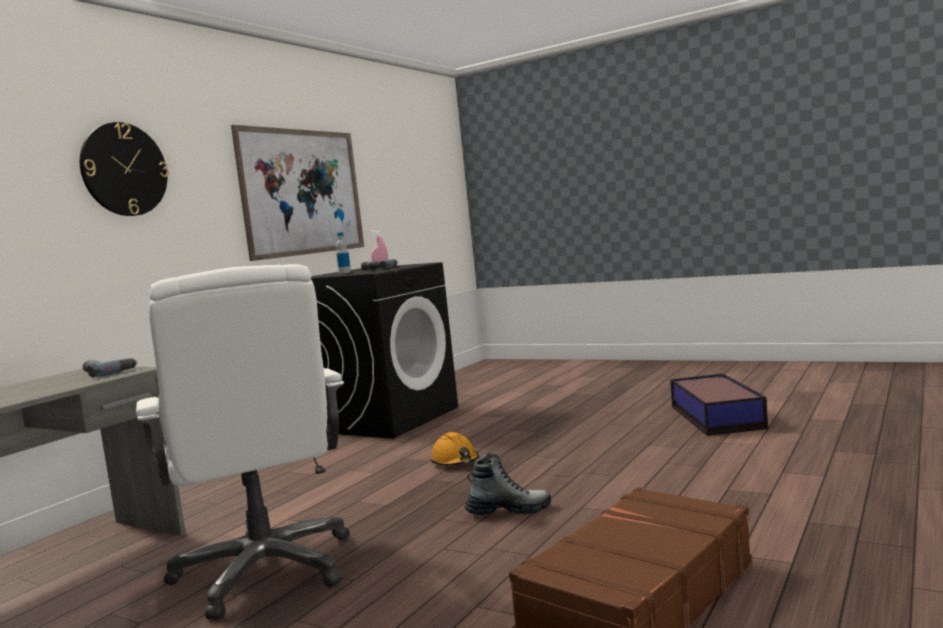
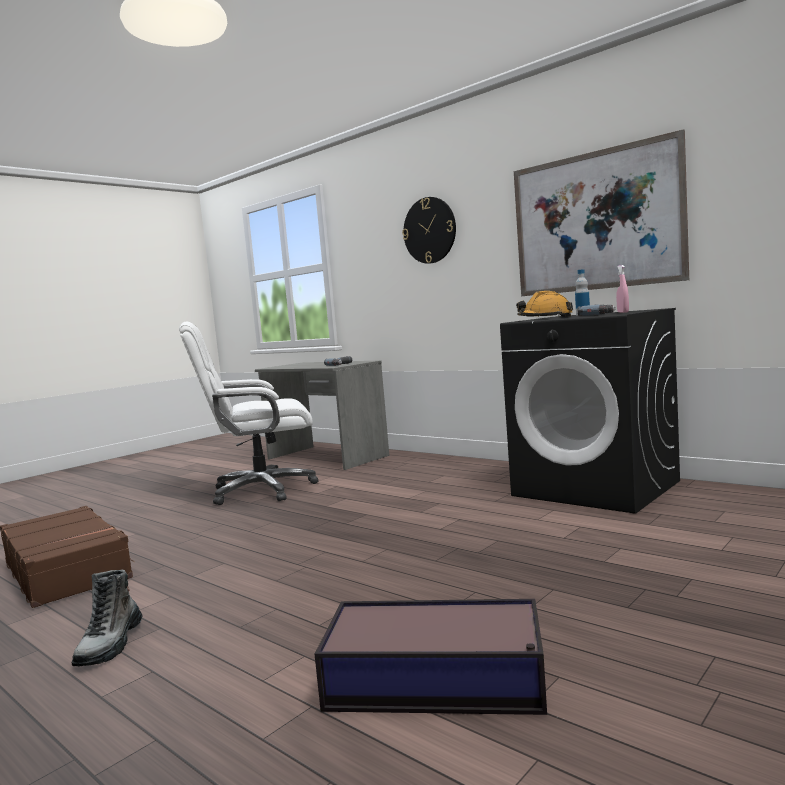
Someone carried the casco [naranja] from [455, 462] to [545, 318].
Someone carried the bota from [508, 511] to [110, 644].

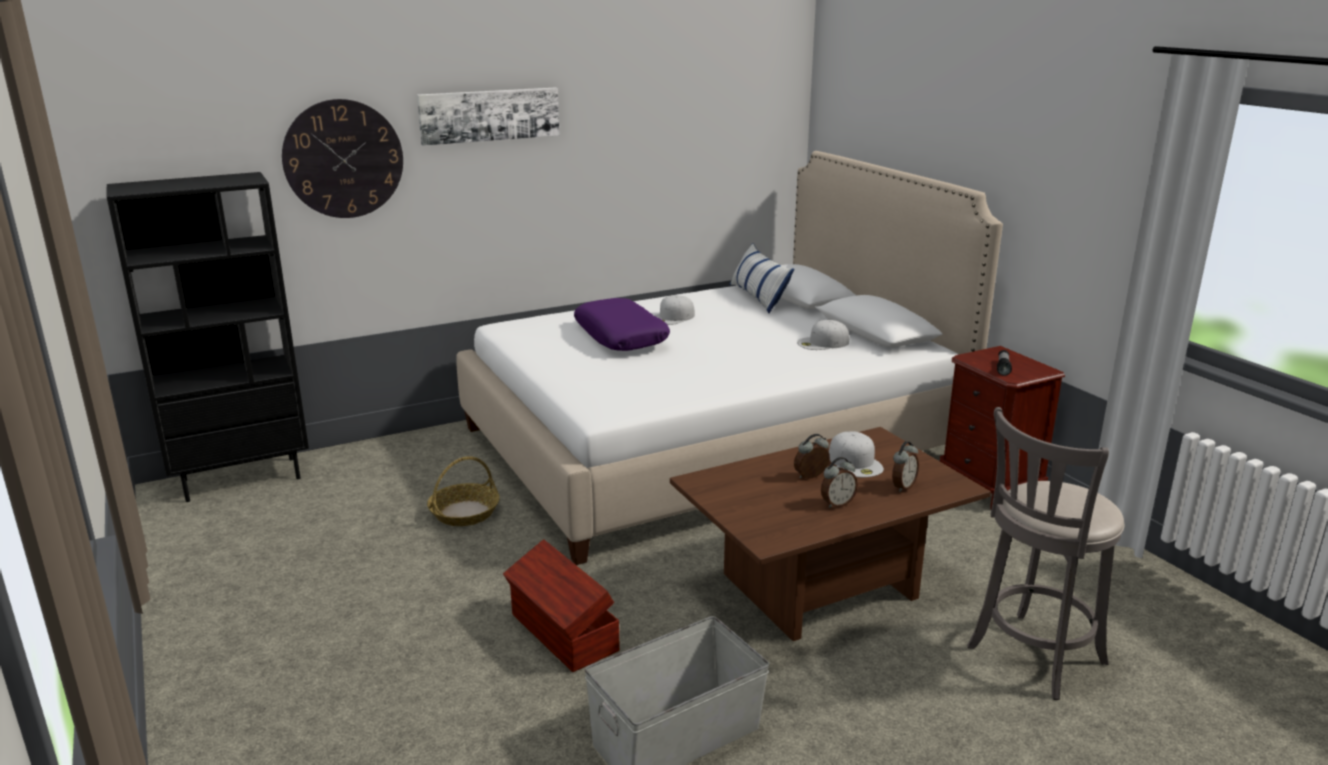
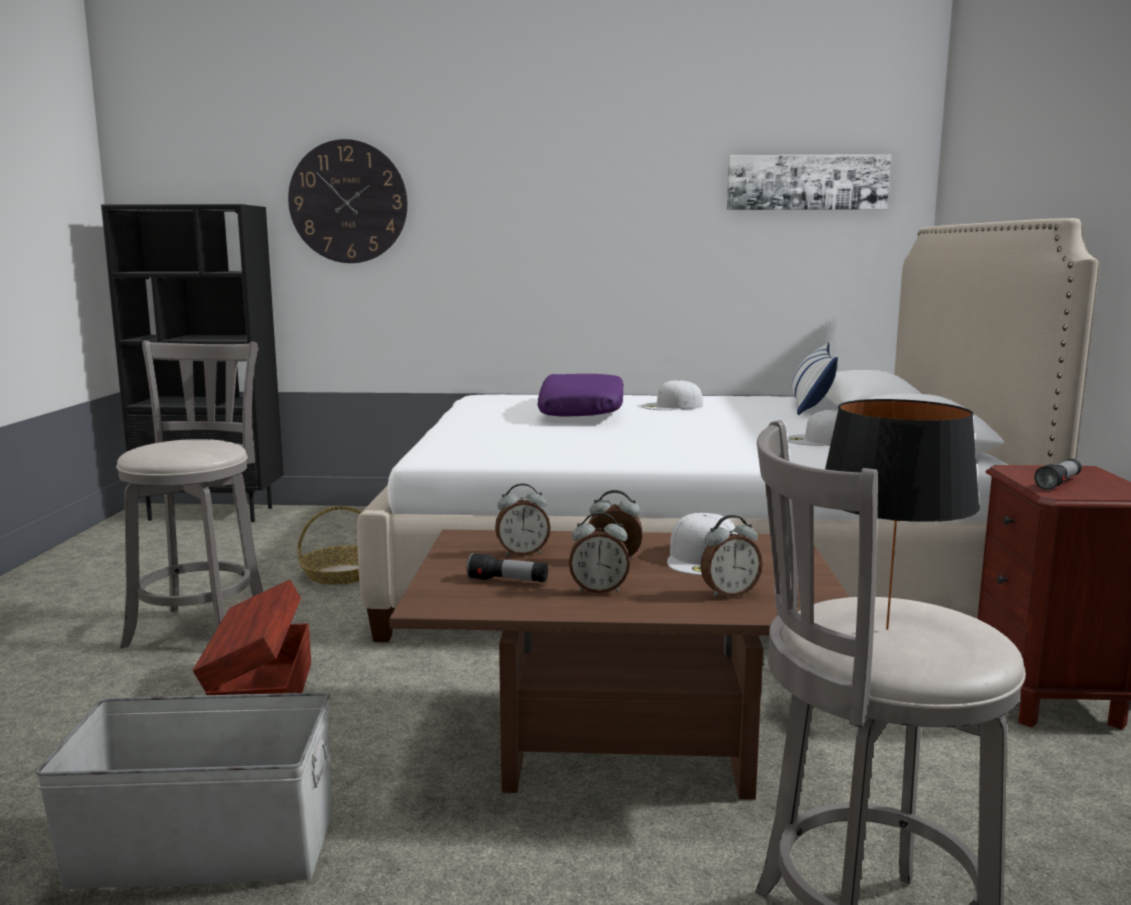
Someone put down the taburete [gris] at [202, 627].
Someone put down the linterna at [508, 581].
Someone put down the despertador at [522, 553].
Someone put down the lámpara de mesa [negro] at [888, 629].
Someone carried the cuadro from [489, 115] to [806, 182].

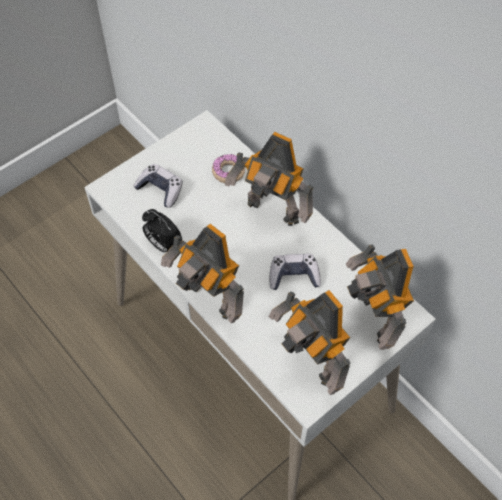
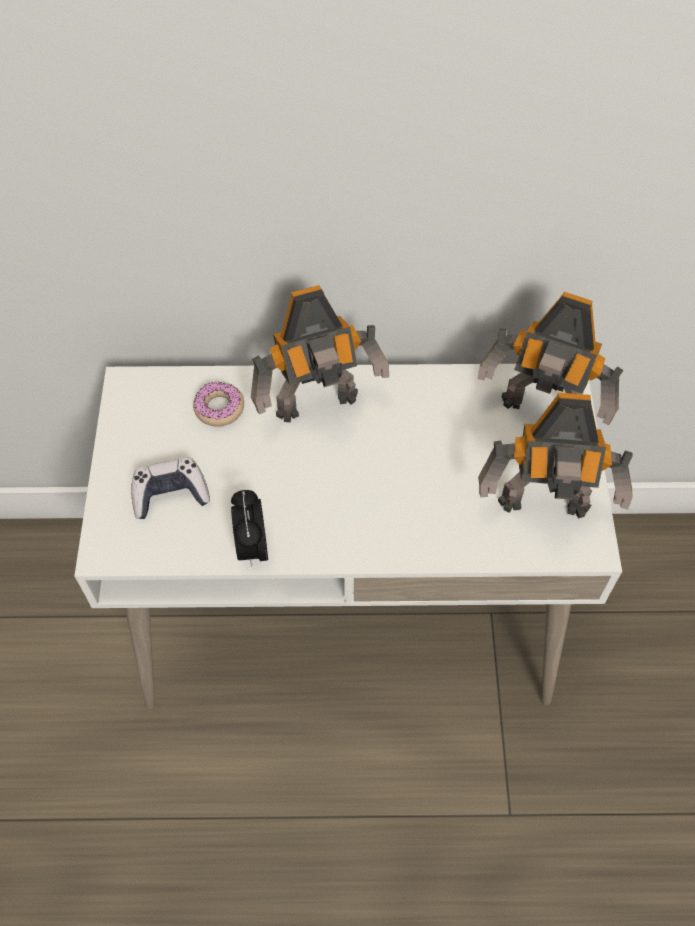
Someone took away the robot de juguete at [209, 301].
Someone took away the mando de consola at [294, 276].
Someone rotated the despertador at [163, 244] by 90 degrees clockwise.

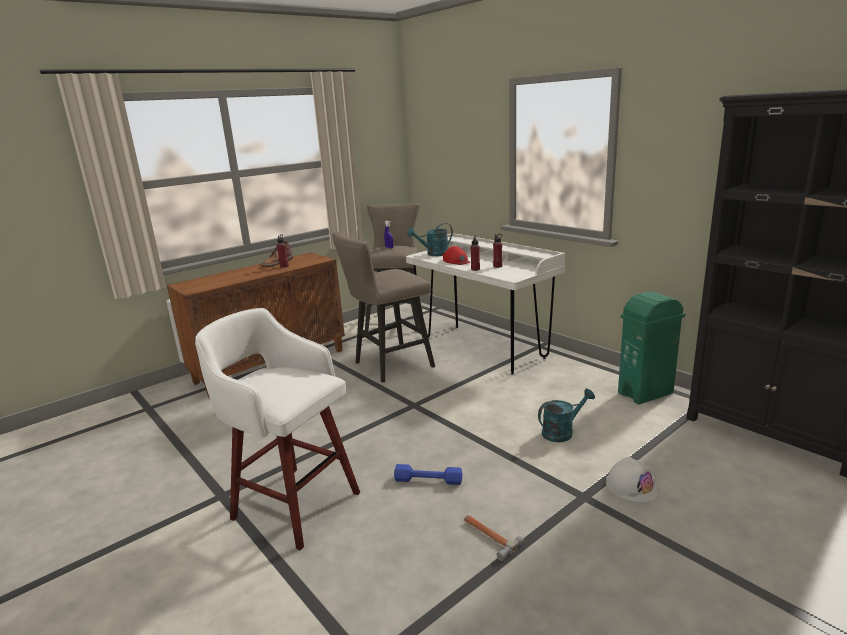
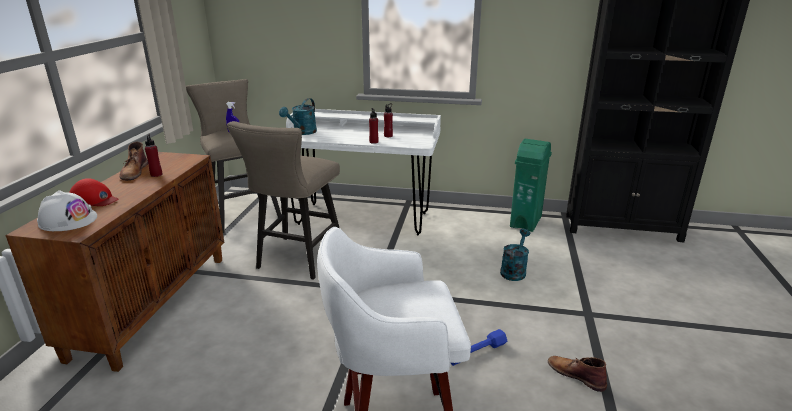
Someone carried the gorra [rojo] from [457, 261] to [94, 199].
Someone carried the casco [blanco] from [631, 486] to [68, 220].
Someone swapped the martillo at [489, 536] for the bota [marrón] at [575, 374].

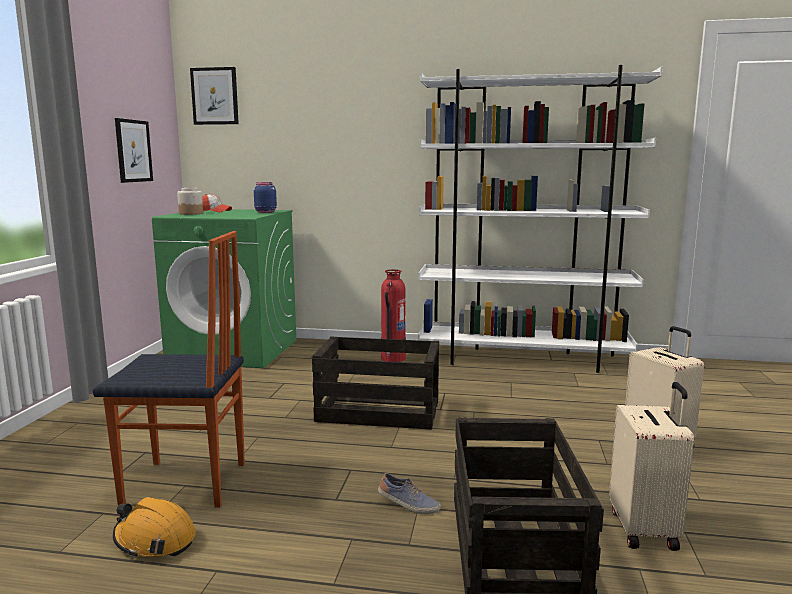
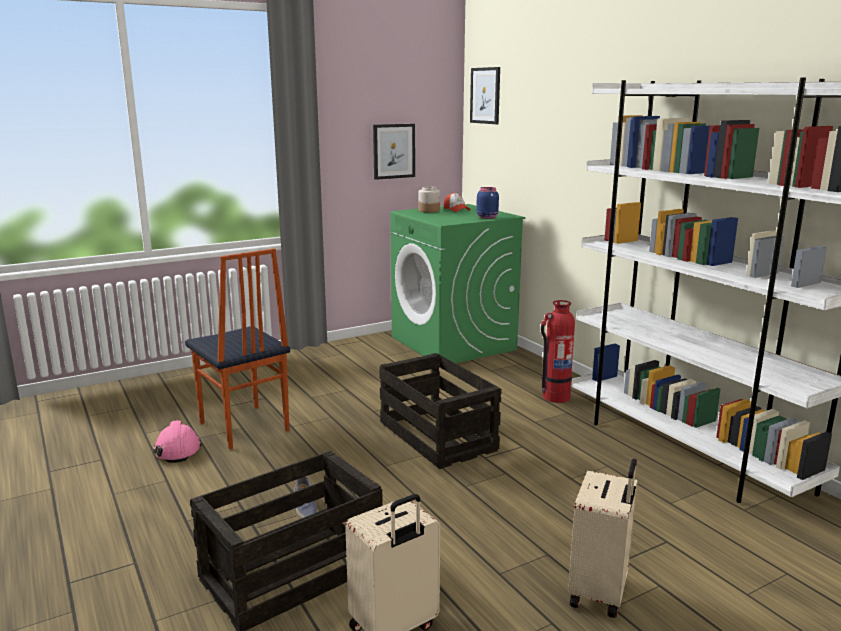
Someone repainted the casco [naranja] at [154, 540], which became the casco [rosa] at [178, 449].

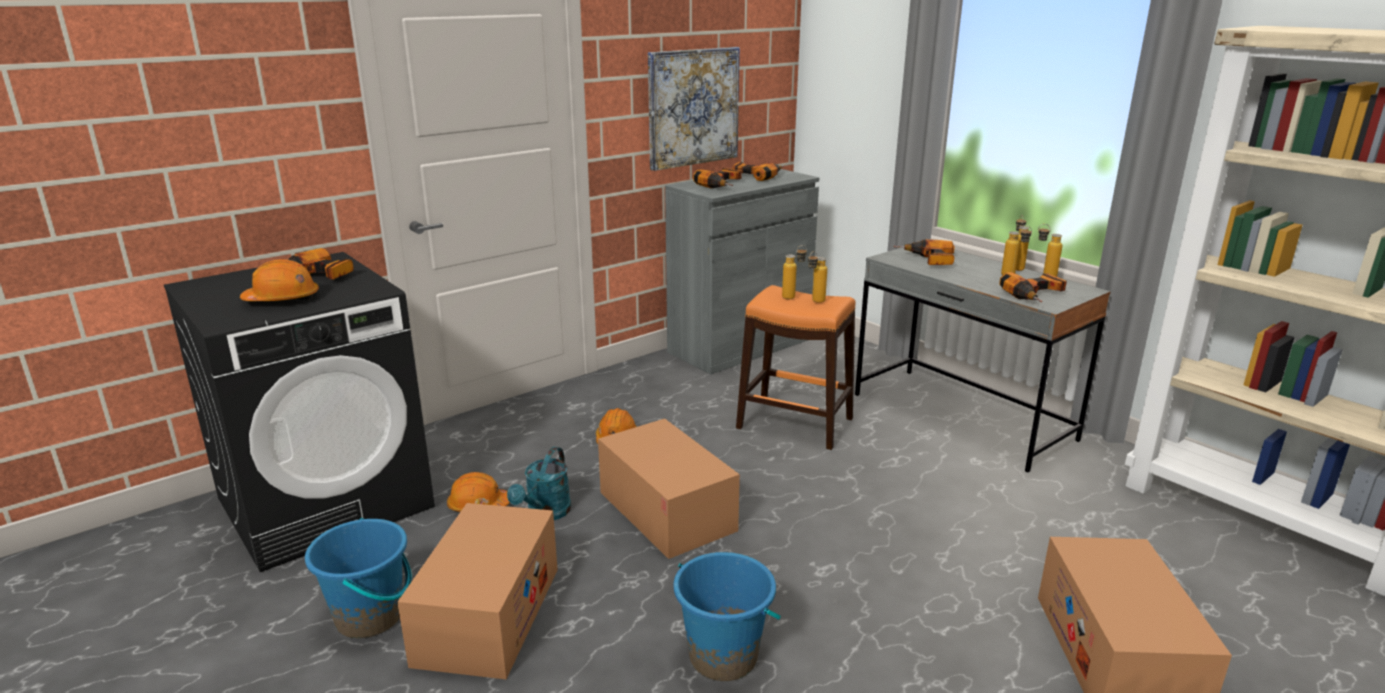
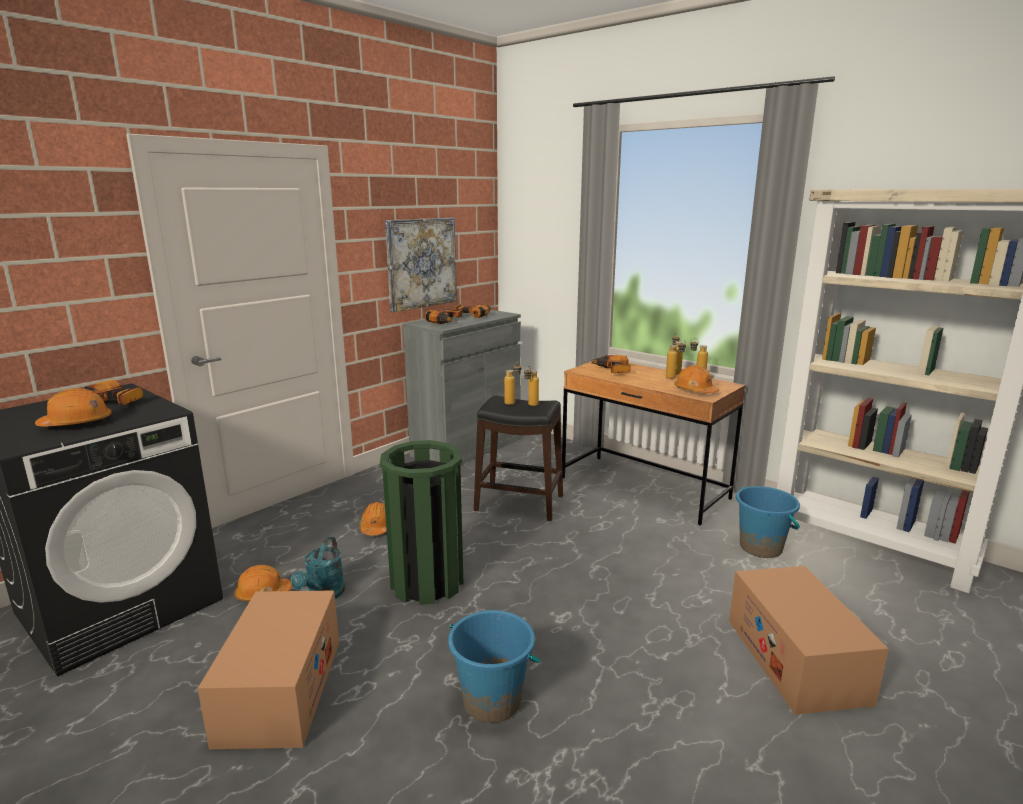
Someone carried the cubo [azul] from [370, 617] to [761, 547].
Someone swapped the caja de cartón at [666, 511] for the papelera [verde] at [427, 582].
Someone swapped the taladro at [1036, 296] for the casco [naranja] at [695, 391].
Someone repainted the taburete [naranja] at [795, 424], which became the taburete [negro] at [519, 503].
Someone repainted the escritorio [gris] at [961, 417], which became the escritorio [marrón] at [643, 488].

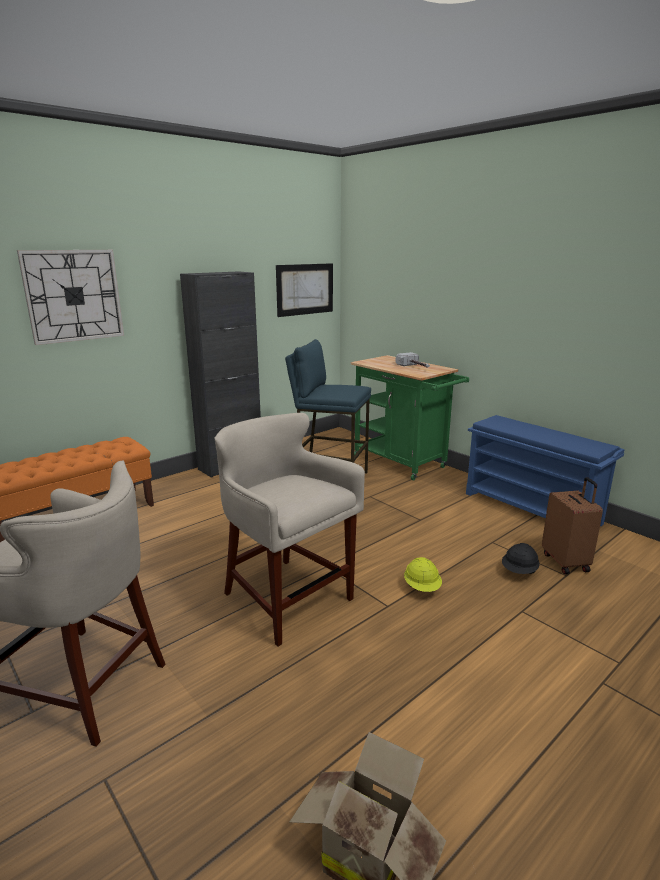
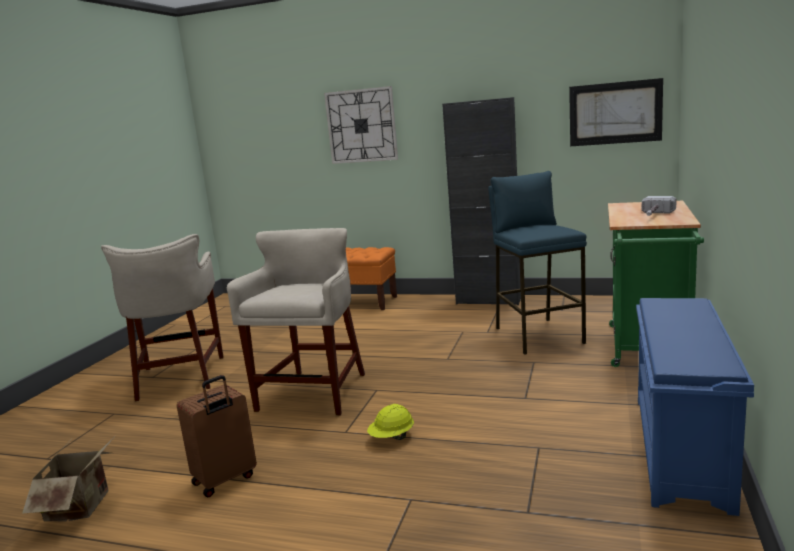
Someone took away the casco [negro] at [519, 572].
Someone carried the maleta [marrón] from [566, 562] to [225, 480].

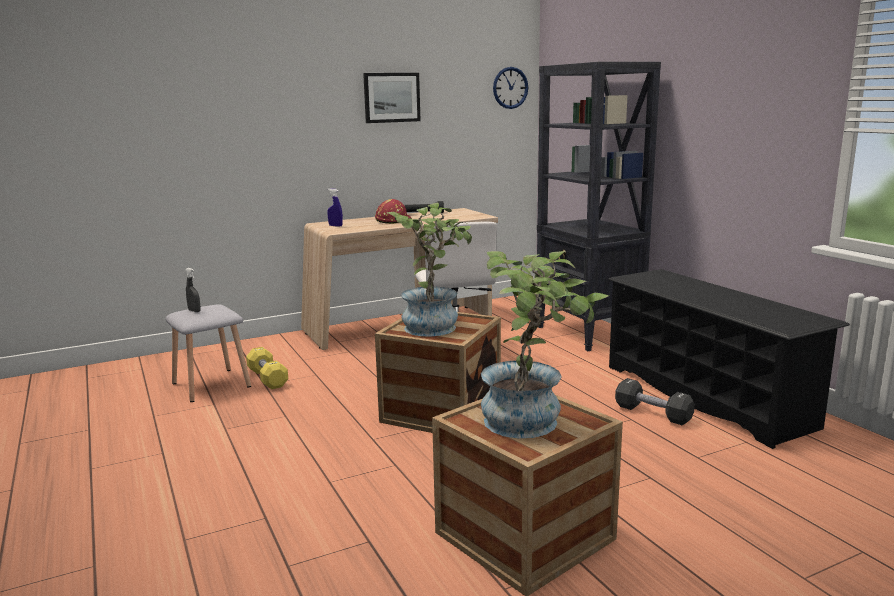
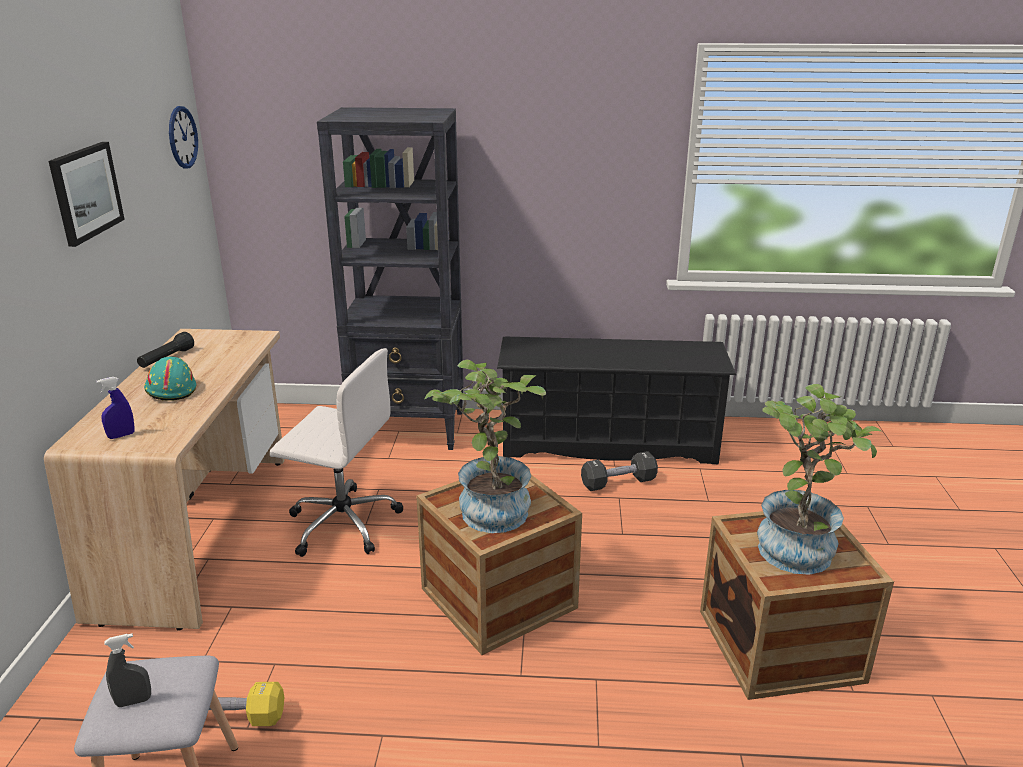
Someone repainted the casco [rojo] at [392, 220], which became the casco [turquesa] at [171, 389].

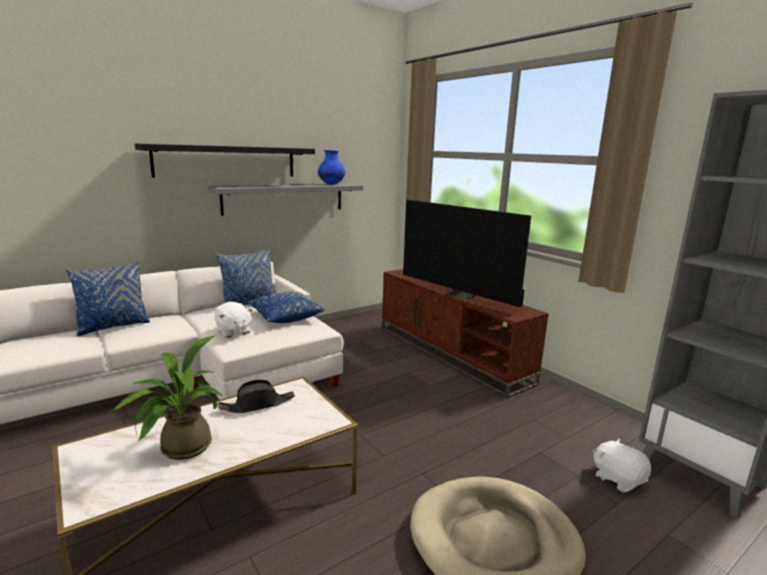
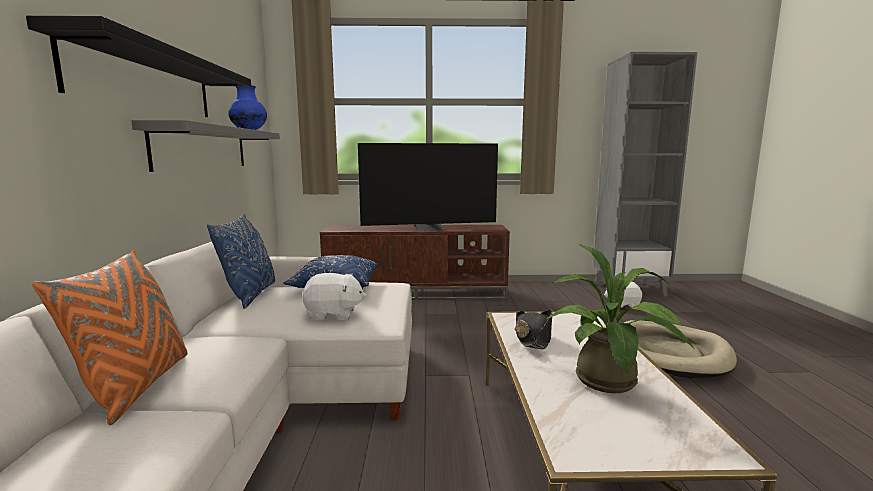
Someone repainted the cojín [azul] at [113, 327], which became the cojín [naranja] at [136, 386].

